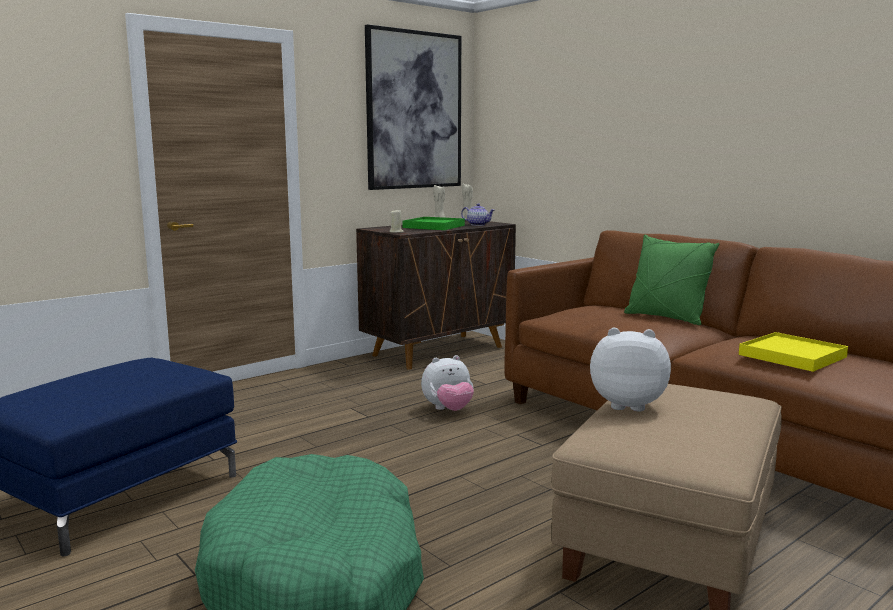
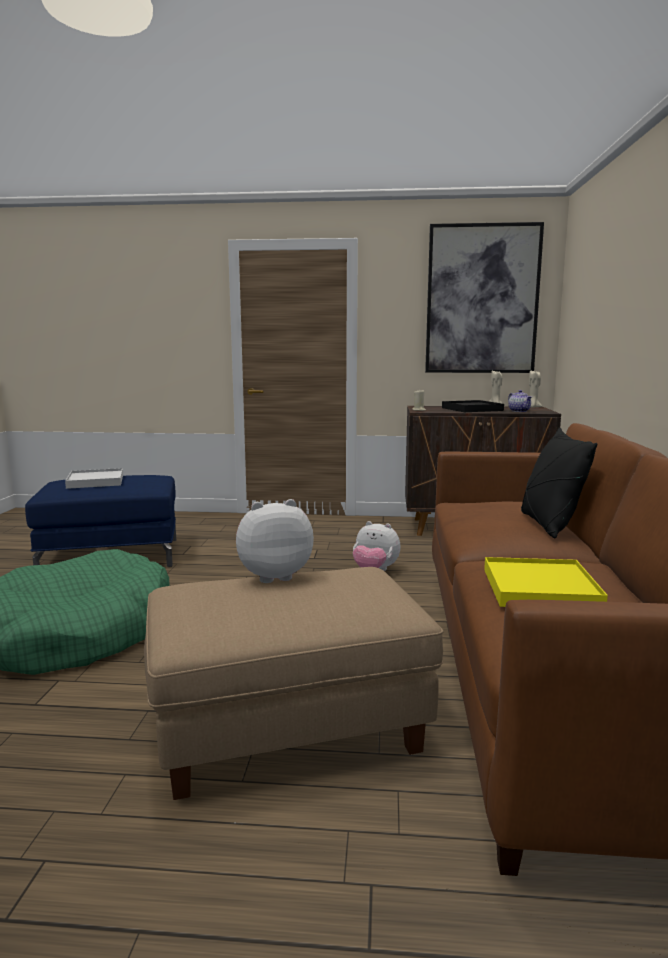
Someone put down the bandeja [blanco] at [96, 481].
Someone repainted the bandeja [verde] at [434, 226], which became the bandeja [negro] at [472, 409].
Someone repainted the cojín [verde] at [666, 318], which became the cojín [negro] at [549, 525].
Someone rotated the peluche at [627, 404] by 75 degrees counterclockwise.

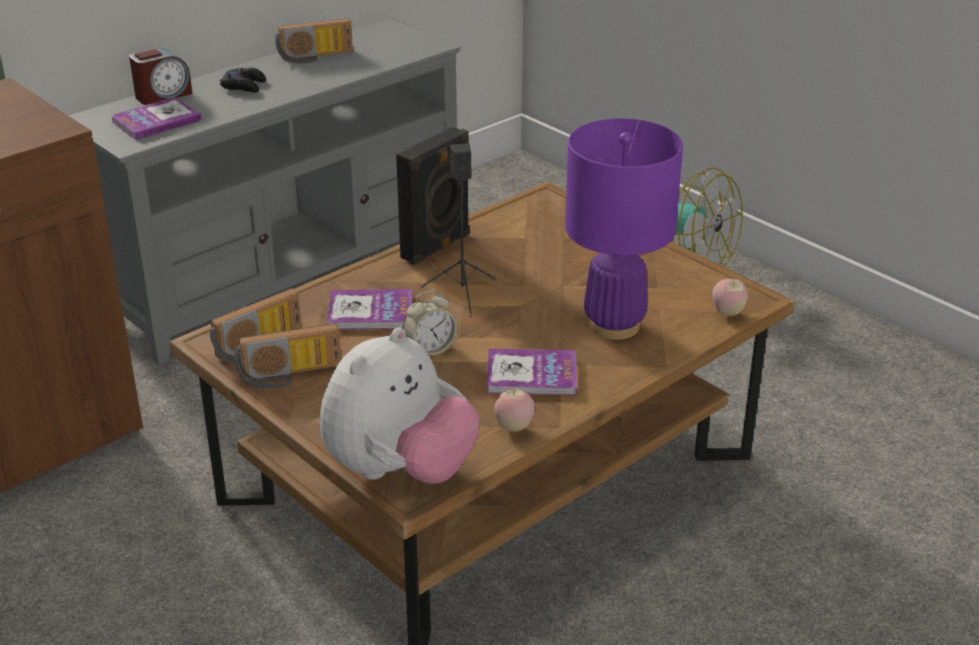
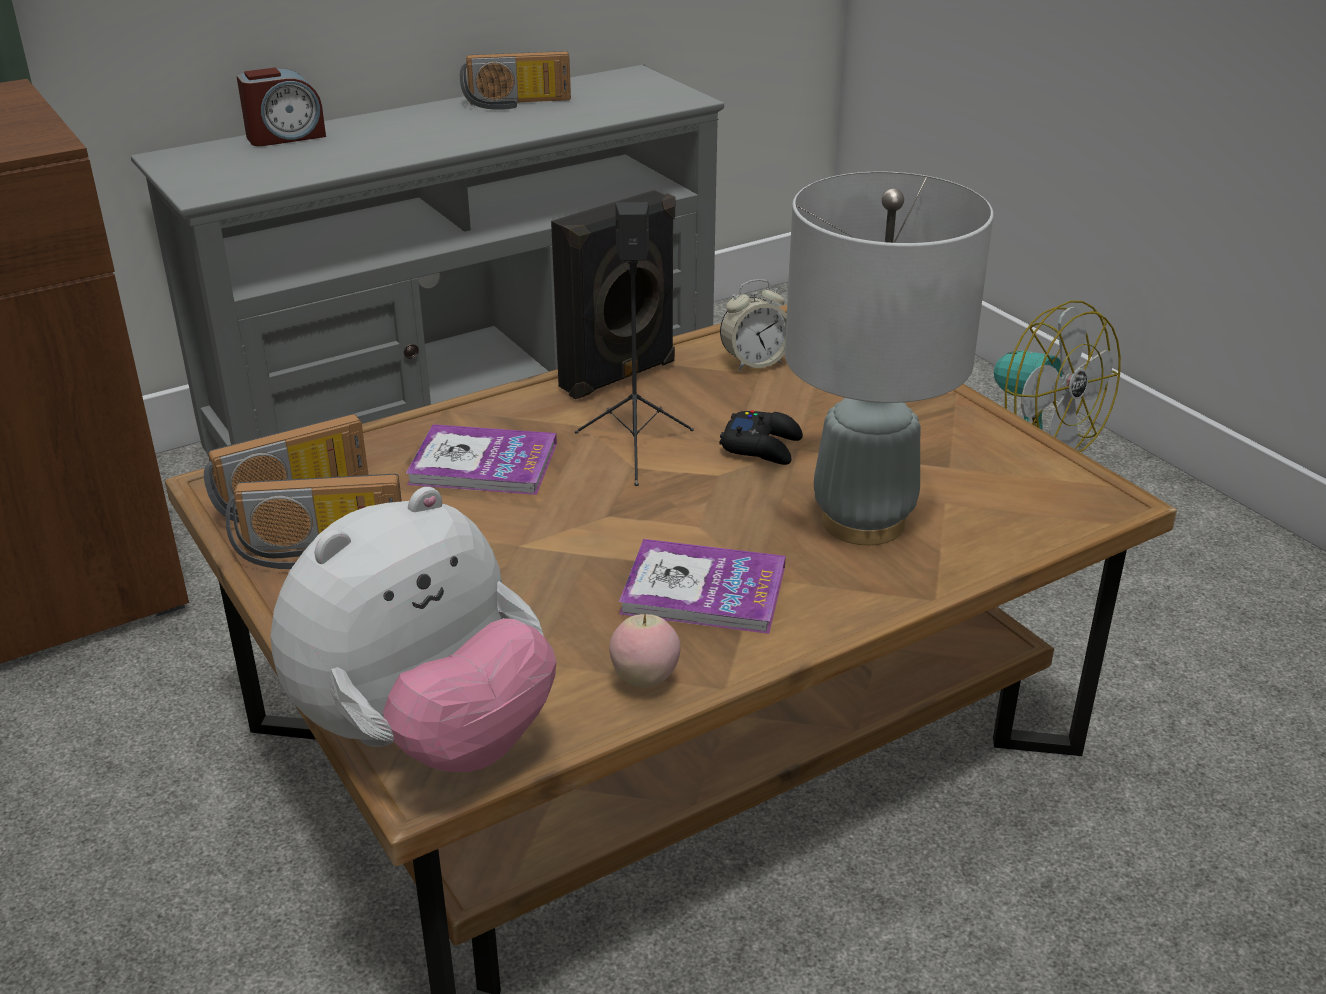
Someone took away the libro at [156, 121].
Someone took away the manzana at [728, 312].
Someone carried the mando de consola [negro] from [244, 86] to [762, 446].
Someone carried the despertador from [430, 349] to [754, 362].
Someone repainted the lámpara de mesa [morado] at [613, 325], which became the lámpara de mesa [gris] at [862, 521].

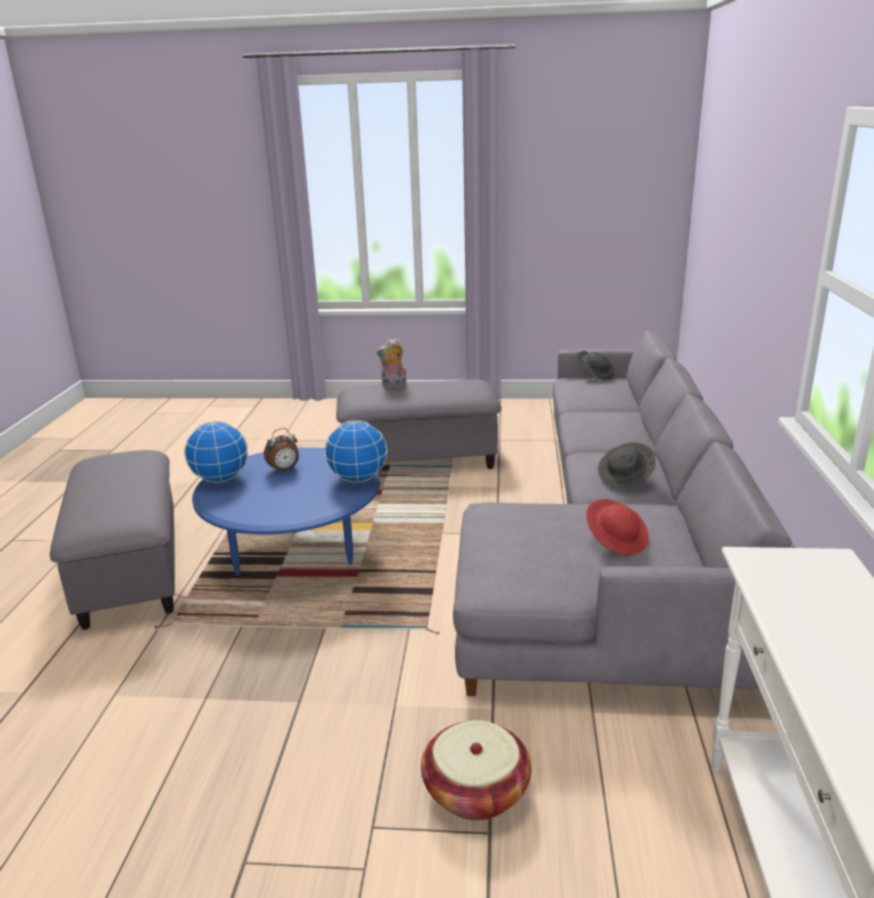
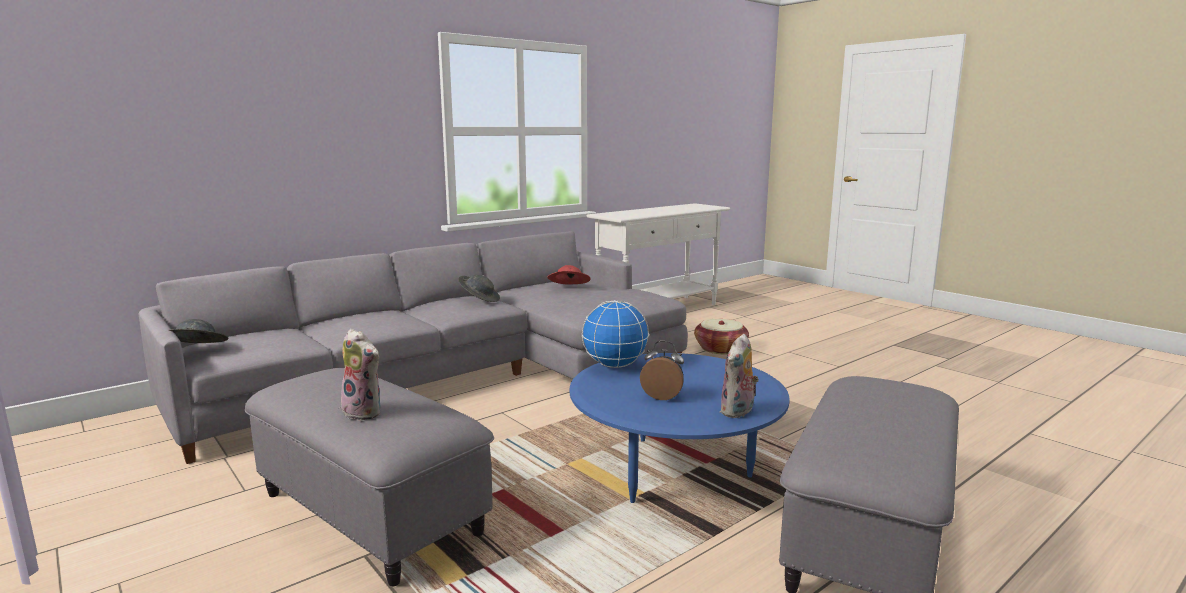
Someone swapped the globo terráqueo at [221, 479] for the peluche at [738, 412].

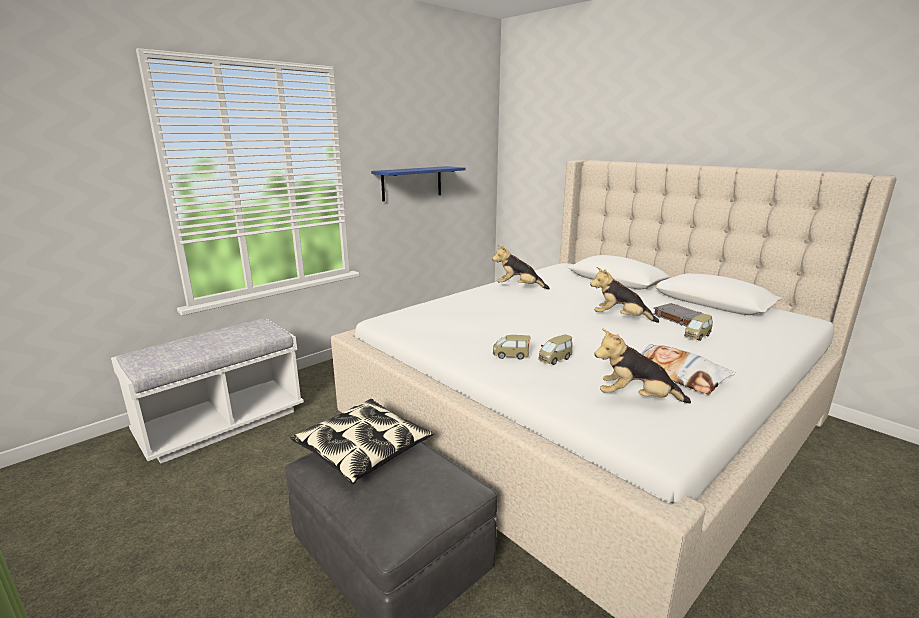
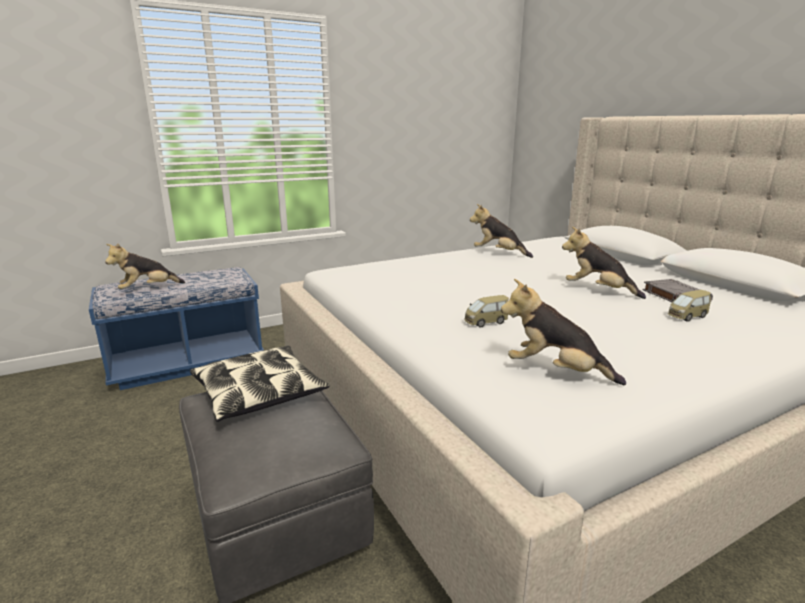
Someone took away the estante [azul] at [412, 183].
Someone took away the coche de juguete at [510, 355].
Someone took away the cojín at [677, 374].
Someone put down the peluche at [147, 289].
Someone repainted the banco [blanco] at [222, 423], which became the banco [azul] at [188, 363].

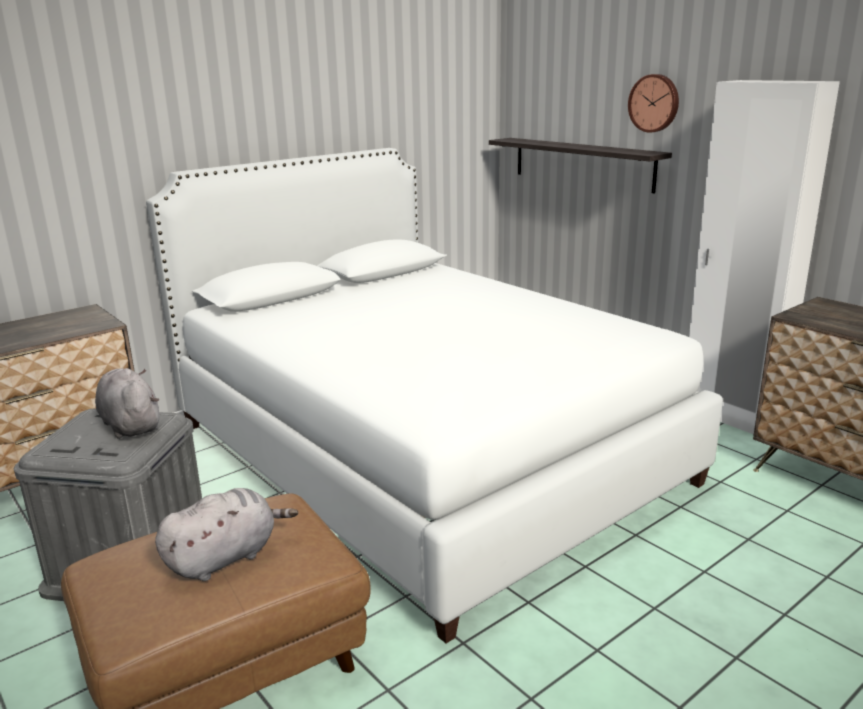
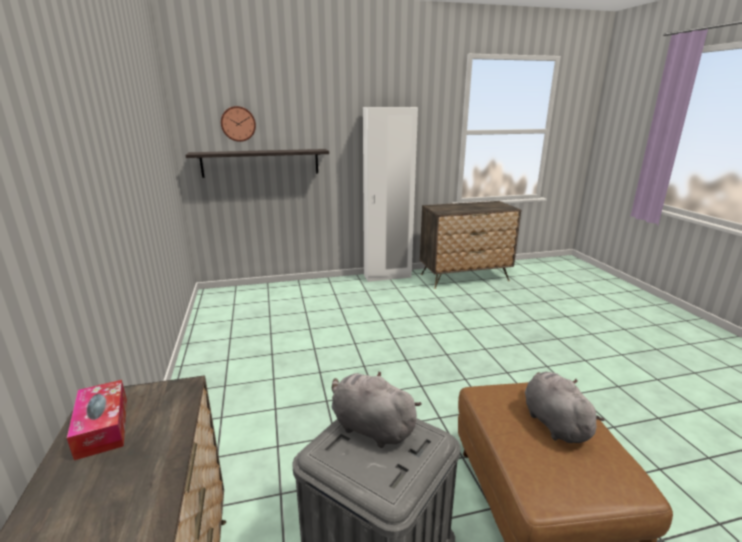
Someone took away the cama [blanco] at [422, 453].
Someone put down the caja de pañuelos at [102, 427].
Someone carried the reloj de pared from [654, 103] to [238, 124].
Someone rotated the peluche [gris] at [130, 425] by 45 degrees clockwise.

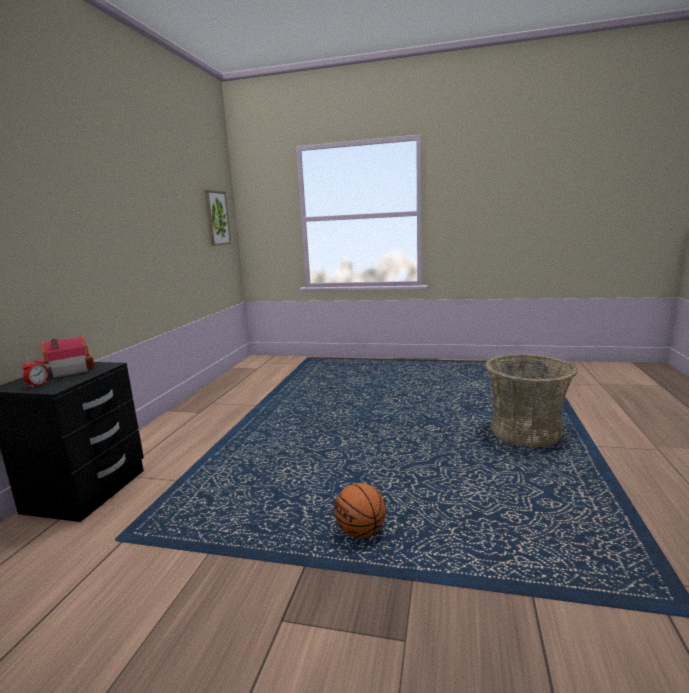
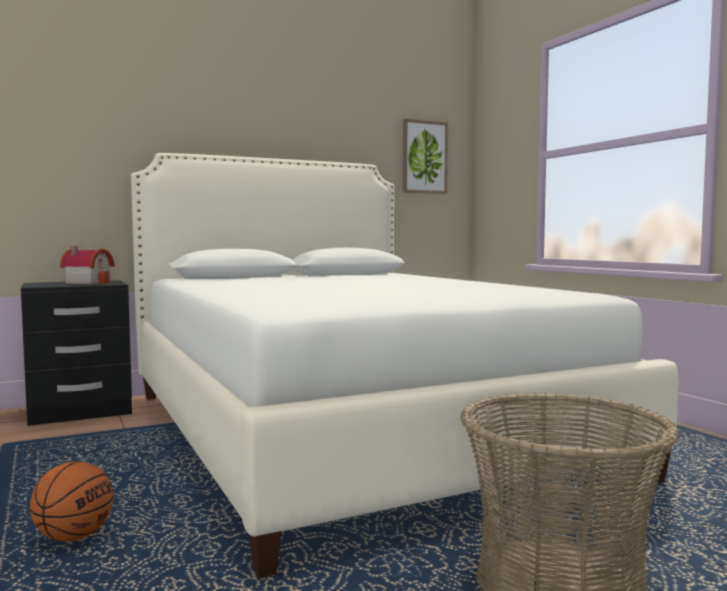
Someone took away the despertador at [38, 385].
Someone put down the cama [blanco] at [349, 430].

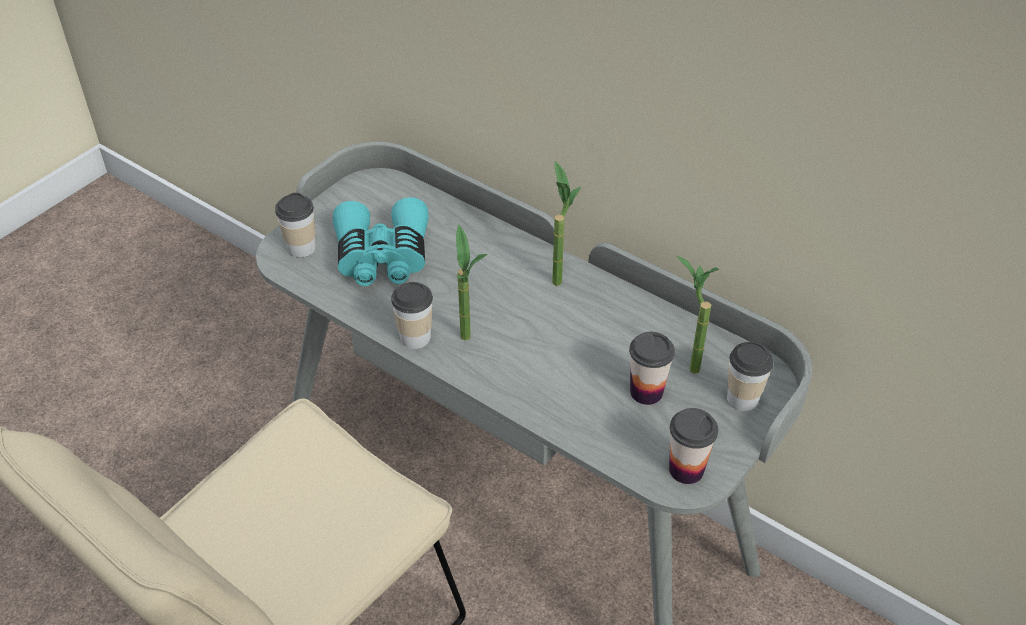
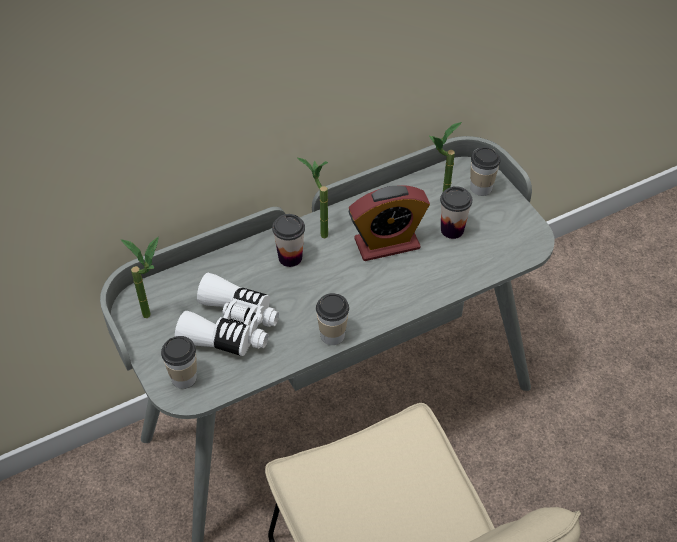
Someone put down the despertador at [387, 244].
Someone carried the planta en maceta from [471, 343] to [155, 314].
Someone carried the taza from [686, 469] to [290, 257].
Someone repainted the prismáticos [turquesa] at [382, 257], which became the prismáticos [blanco] at [231, 327].

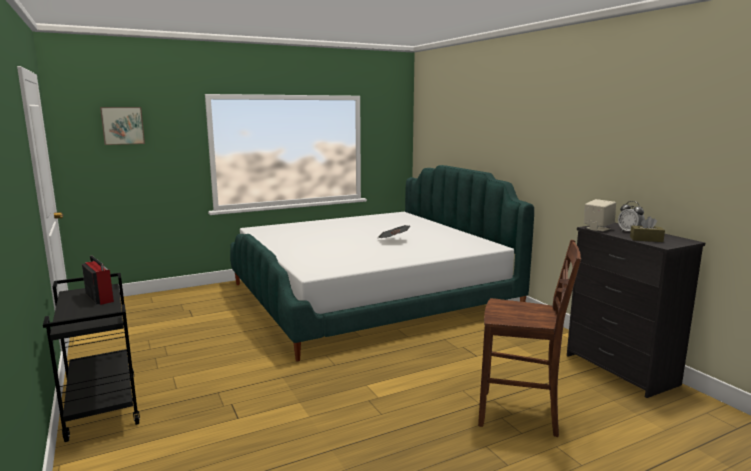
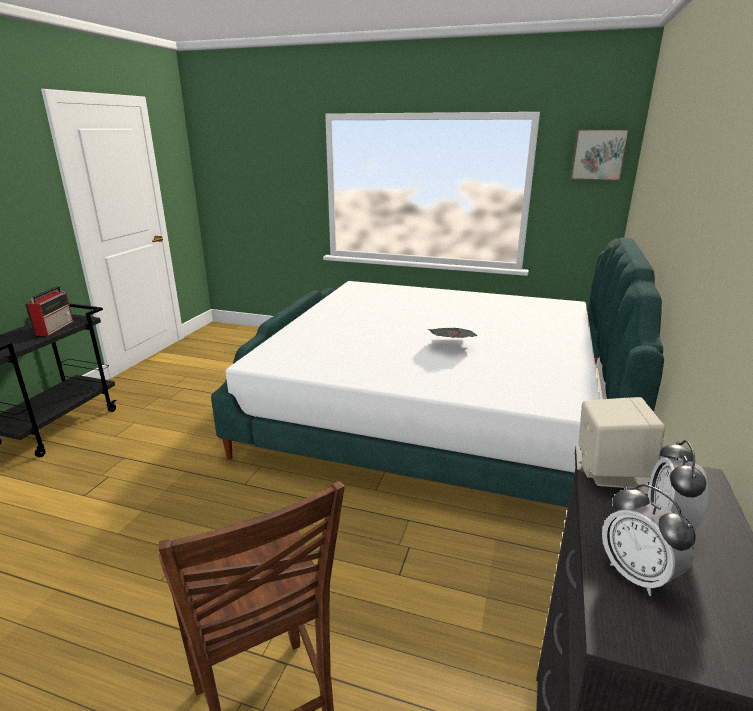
Someone carried the cuadro from [122, 125] to [598, 154].
Someone swapped the caja de pañuelos [marrón] at [646, 239] for the despertador at [637, 575].

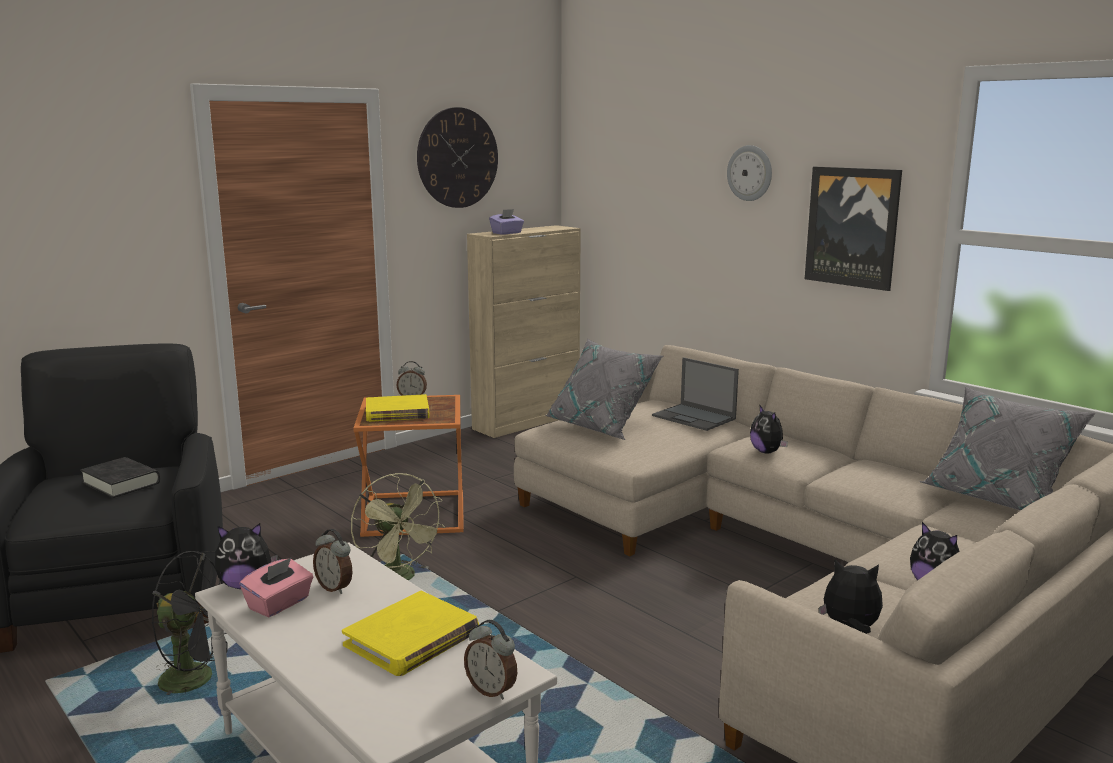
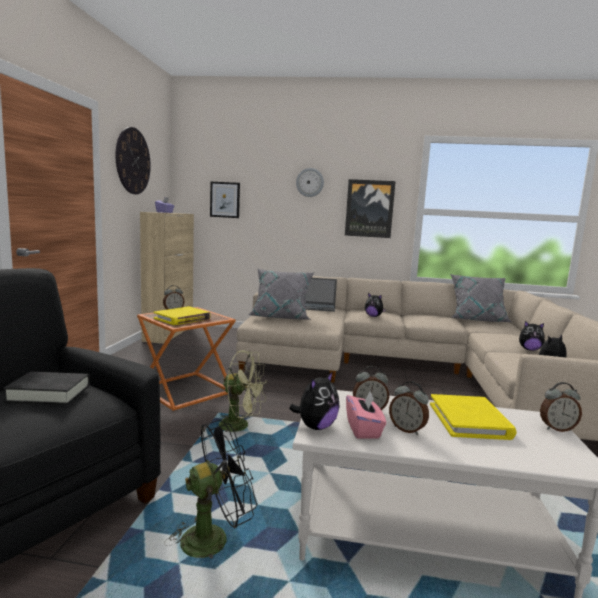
Someone put up the cuadro at [225, 200].
Someone put down the despertador at [407, 430].

